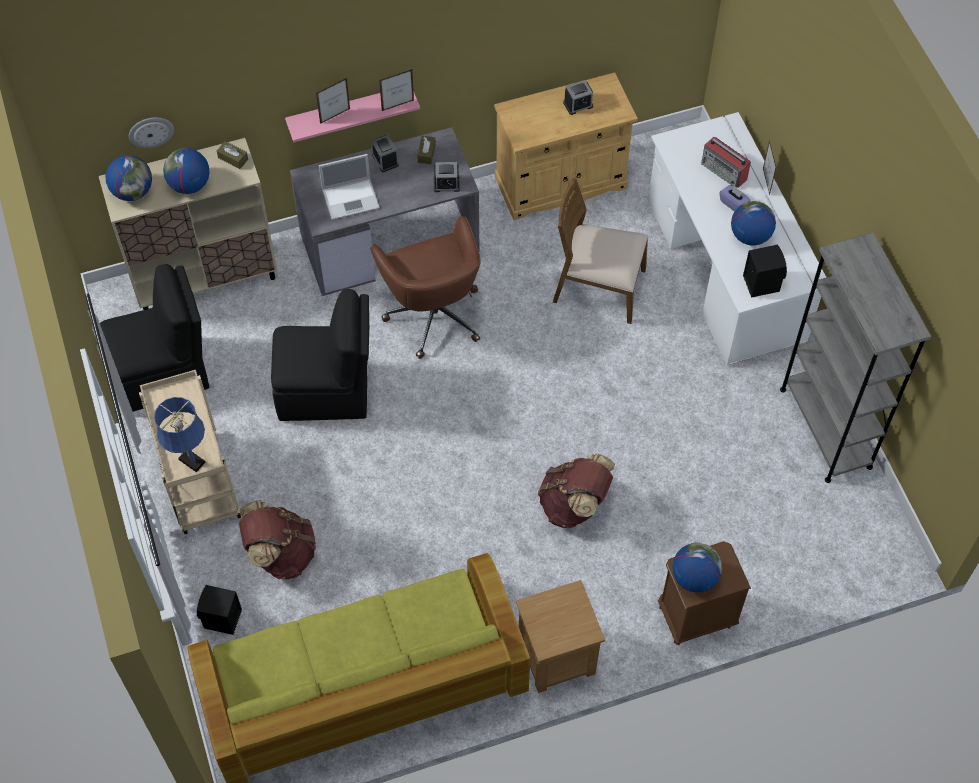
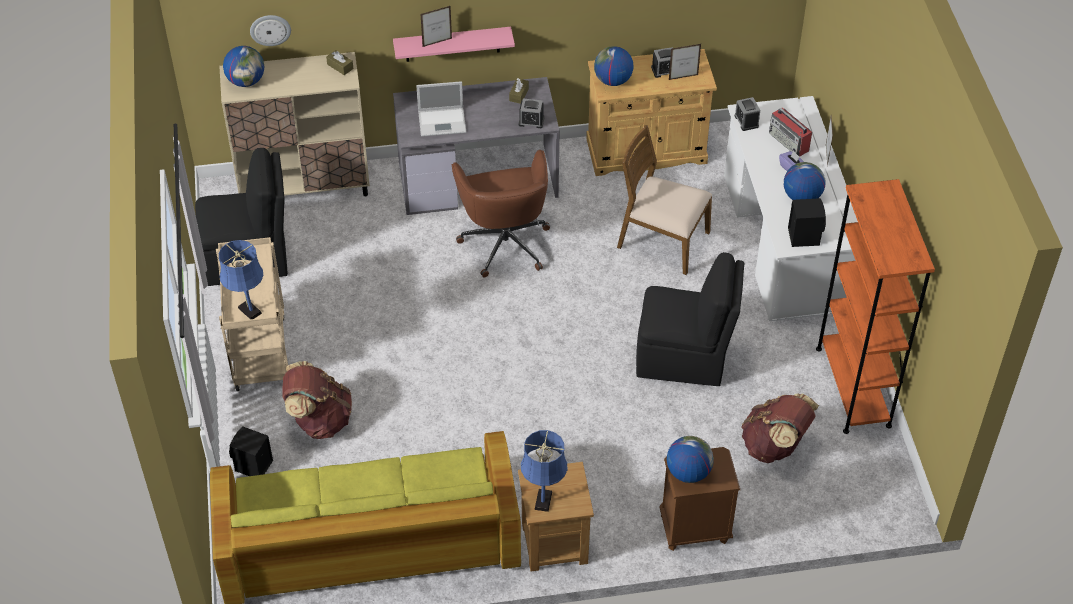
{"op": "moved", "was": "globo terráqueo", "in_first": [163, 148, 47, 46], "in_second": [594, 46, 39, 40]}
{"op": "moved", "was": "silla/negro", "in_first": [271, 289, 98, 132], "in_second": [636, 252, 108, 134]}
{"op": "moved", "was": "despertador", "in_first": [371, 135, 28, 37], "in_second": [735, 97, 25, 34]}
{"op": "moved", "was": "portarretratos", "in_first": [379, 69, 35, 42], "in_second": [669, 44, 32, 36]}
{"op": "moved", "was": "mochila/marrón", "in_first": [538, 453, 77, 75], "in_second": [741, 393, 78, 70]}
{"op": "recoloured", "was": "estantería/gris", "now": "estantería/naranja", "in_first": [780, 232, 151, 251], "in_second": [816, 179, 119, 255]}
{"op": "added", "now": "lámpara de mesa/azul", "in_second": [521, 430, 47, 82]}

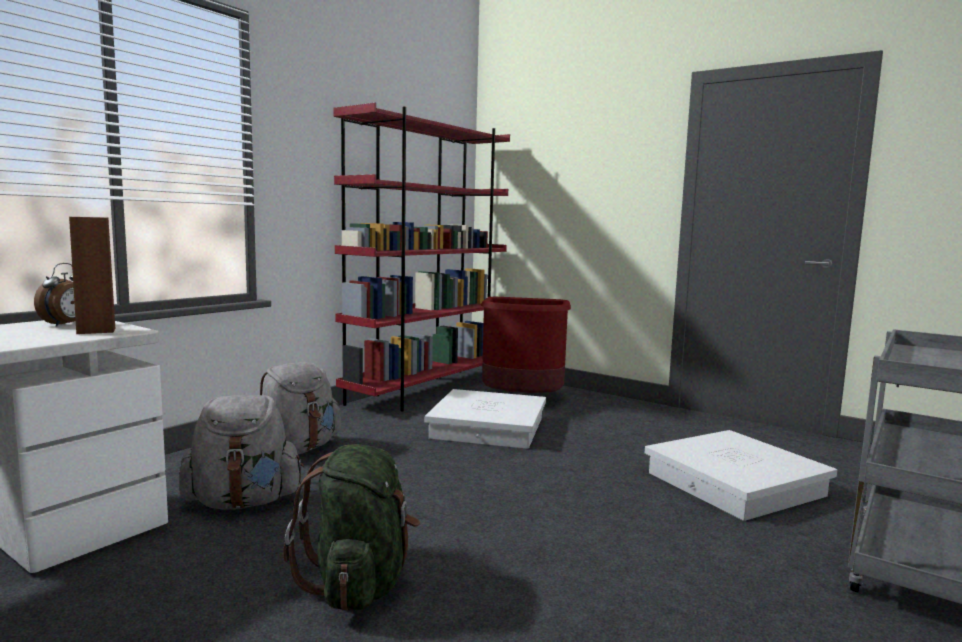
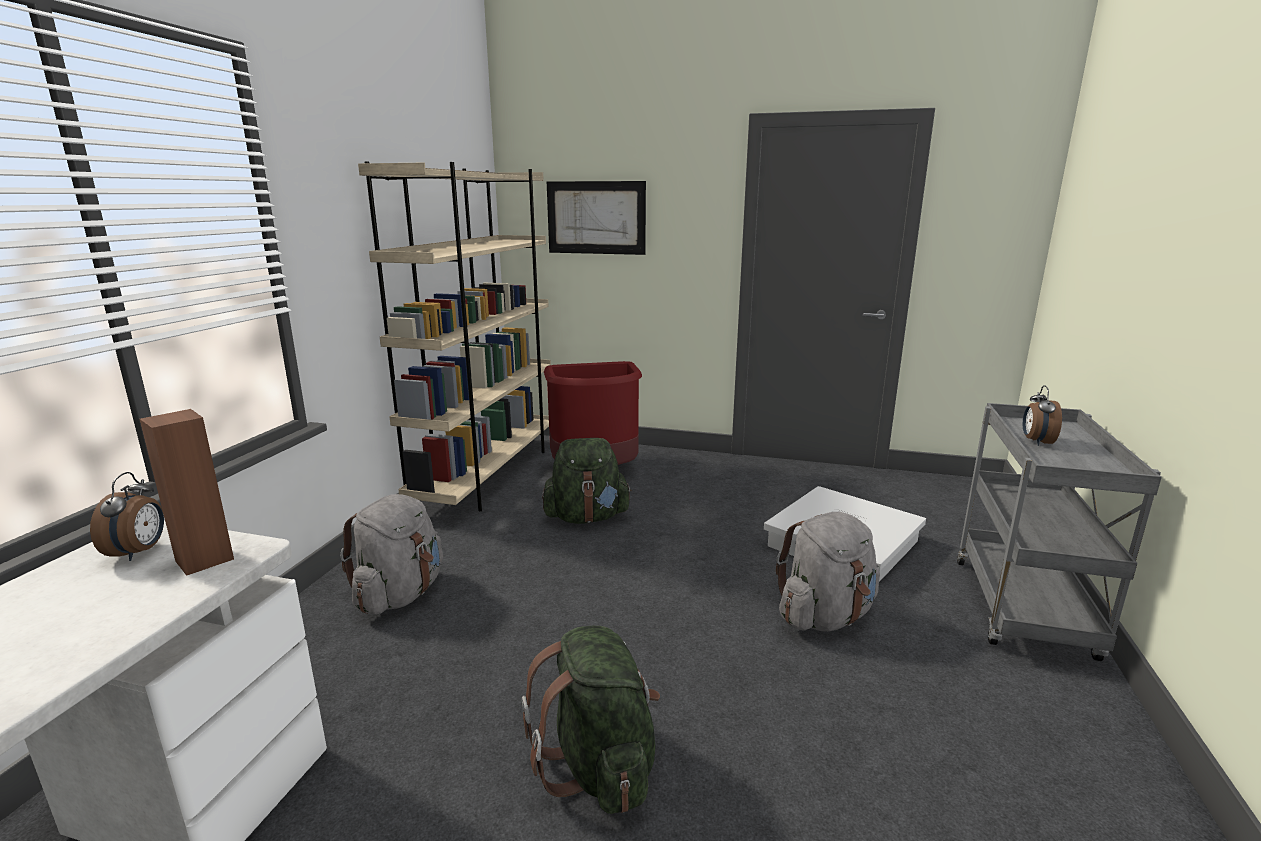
{"op": "moved", "was": "mochila/gris", "in_first": [179, 395, 125, 115], "in_second": [776, 512, 104, 120]}
{"op": "recoloured", "was": "estantería/rojo", "now": "estantería/beis", "in_first": [333, 103, 177, 308], "in_second": [358, 161, 193, 350]}
{"op": "replaced", "was": "caja de almacenaje/blanco", "now": "mochila/verde", "in_first": [425, 389, 121, 60], "in_second": [542, 438, 90, 86]}
{"op": "added", "now": "cuadro", "in_second": [547, 181, 99, 74]}
{"op": "added", "now": "despertador", "in_second": [1023, 385, 39, 61]}

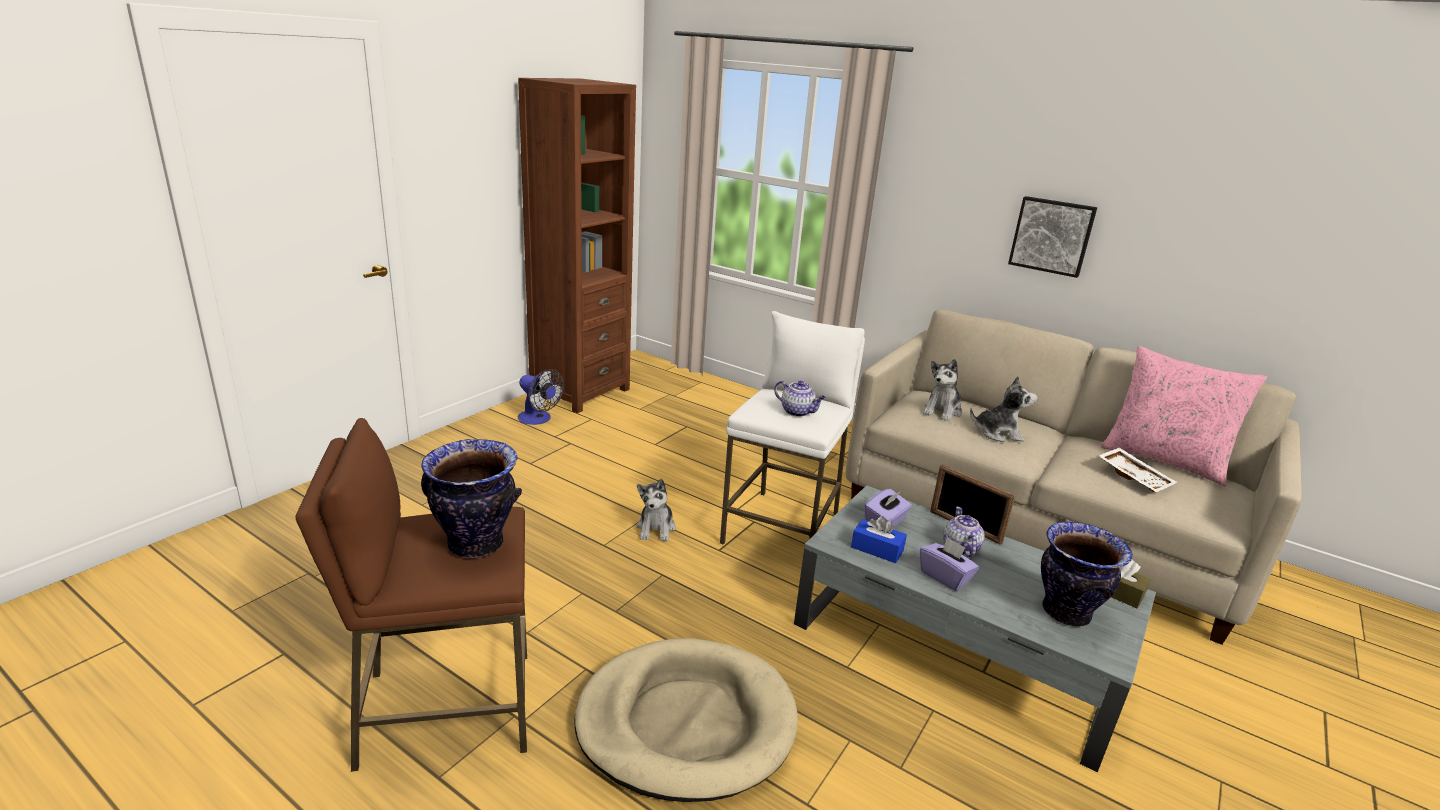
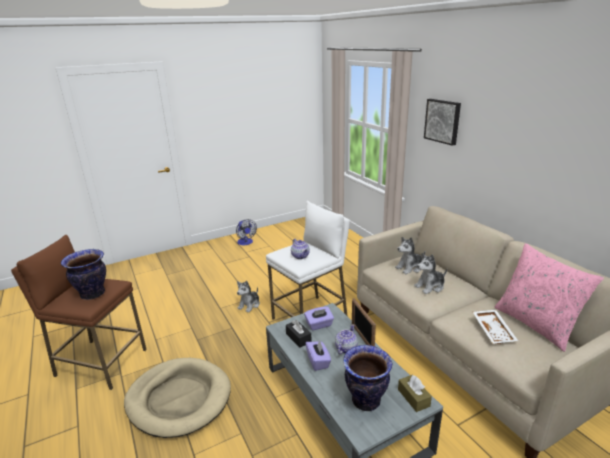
{"op": "removed", "was": "estantería/marrón", "in_first": [518, 78, 118, 335]}
{"op": "recoloured", "was": "caja de pañuelos/azul", "now": "caja de pañuelos/negro", "in_first": [851, 516, 56, 47], "in_second": [286, 320, 26, 27]}
{"op": "turned", "was": "peluche", "in_first": [970, 376, 68, 66], "in_second": [414, 253, 33, 41], "clockwise": 120}
{"op": "moved", "was": "cuadro", "in_first": [1008, 196, 89, 82], "in_second": [424, 99, 37, 47]}

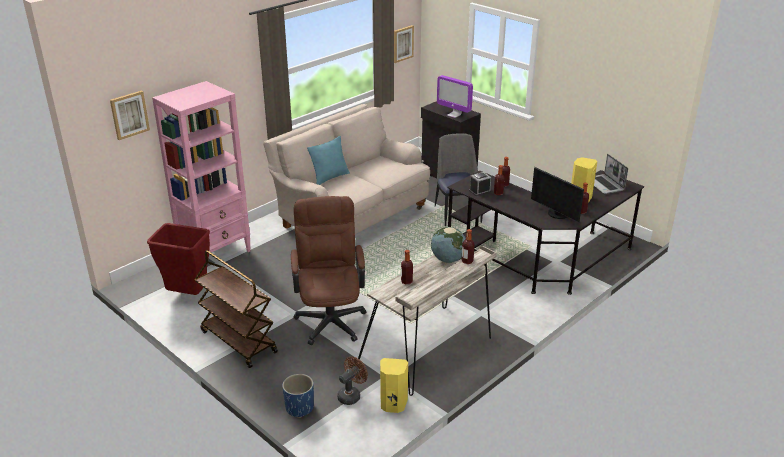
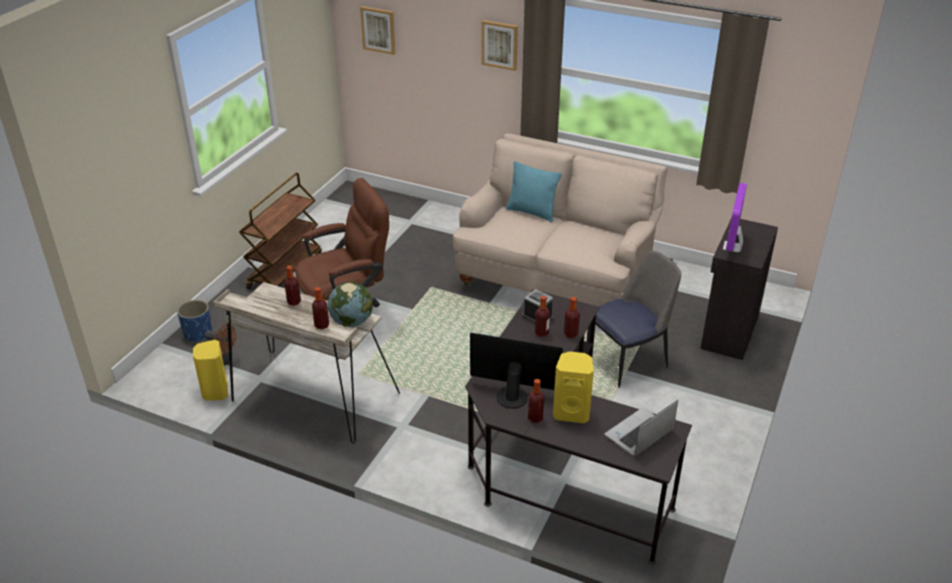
{"op": "removed", "was": "papelera/rojo", "in_first": [147, 223, 63, 72]}
{"op": "removed", "was": "estantería/rosa", "in_first": [152, 81, 99, 171]}
{"op": "moved", "was": "cuadro", "in_first": [394, 25, 20, 38], "in_second": [481, 20, 37, 51]}
{"op": "turned", "was": "monitor", "in_first": [531, 167, 53, 55], "in_second": [470, 333, 93, 75], "clockwise": 75}

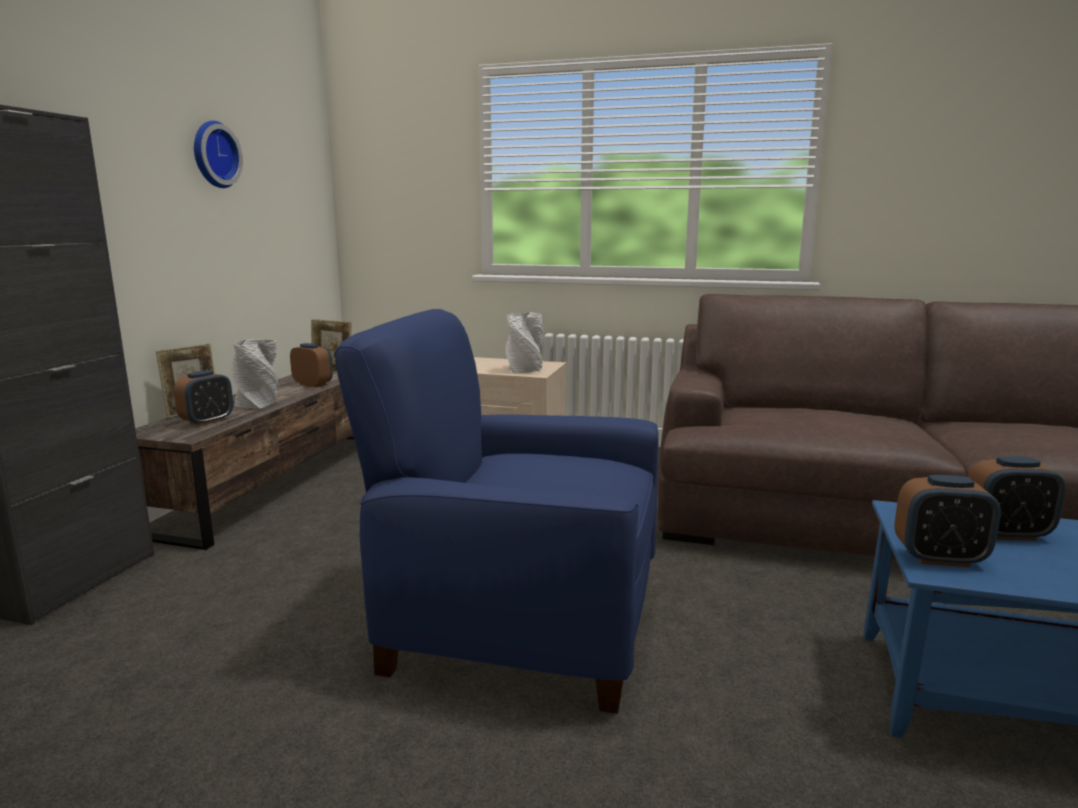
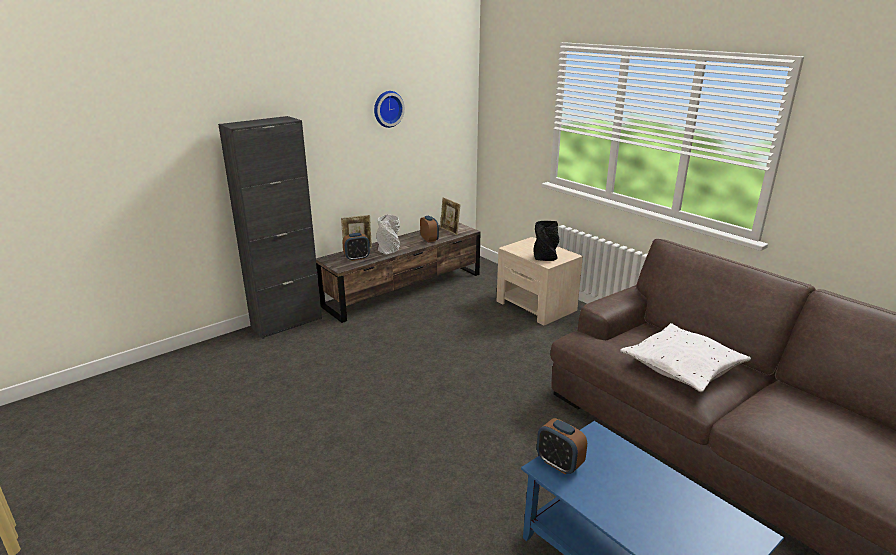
{"op": "removed", "was": "sillón/azul", "in_first": [334, 309, 325, 405]}
{"op": "recoloured", "was": "florero/blanco", "now": "florero/negro", "in_first": [506, 313, 37, 60], "in_second": [534, 221, 25, 40]}
{"op": "removed", "was": "despertador", "in_first": [968, 456, 98, 85]}
{"op": "added", "now": "cojín/blanco", "in_second": [620, 323, 131, 69]}

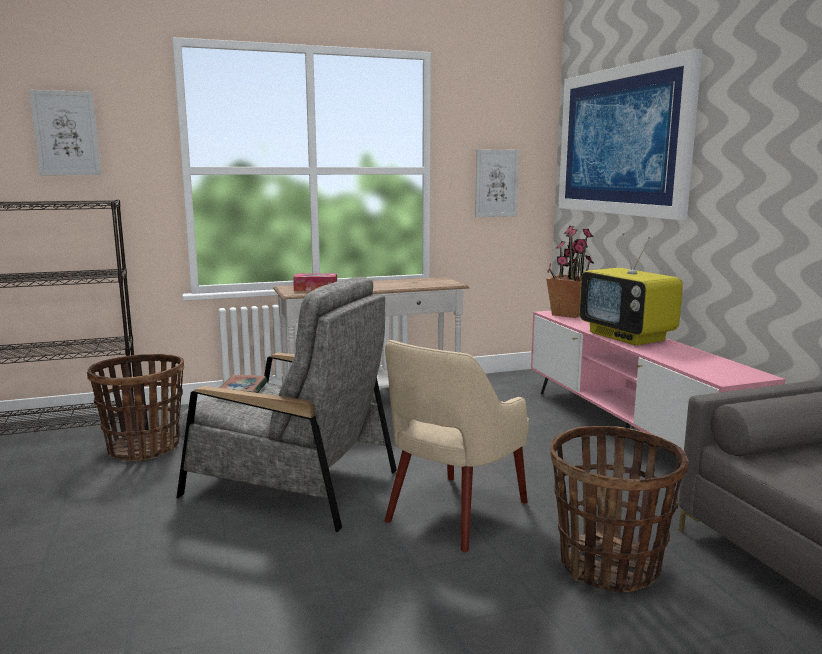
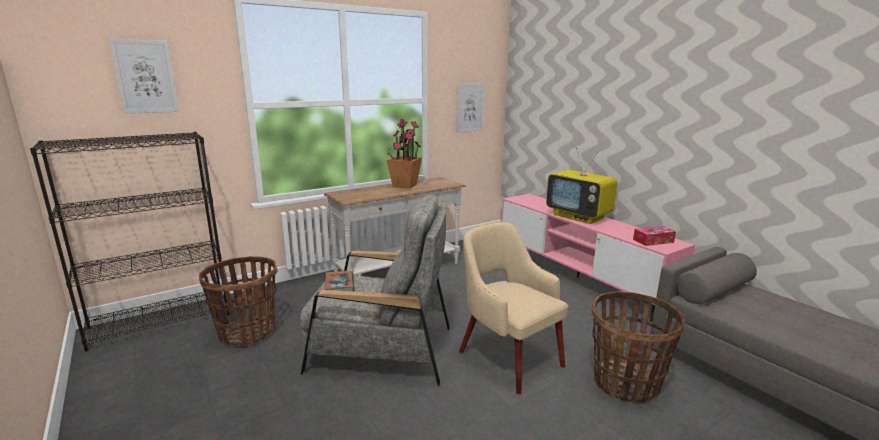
{"op": "moved", "was": "caja de pañuelos", "in_first": [293, 273, 44, 18], "in_second": [633, 226, 43, 20]}
{"op": "turned", "was": "sillón/beis", "in_first": [385, 340, 144, 212], "in_second": [459, 222, 109, 172], "clockwise": 120}
{"op": "moved", "was": "planta en maceta", "in_first": [546, 226, 49, 92], "in_second": [387, 119, 35, 70]}
{"op": "removed", "was": "cuadro", "in_first": [558, 49, 144, 171]}

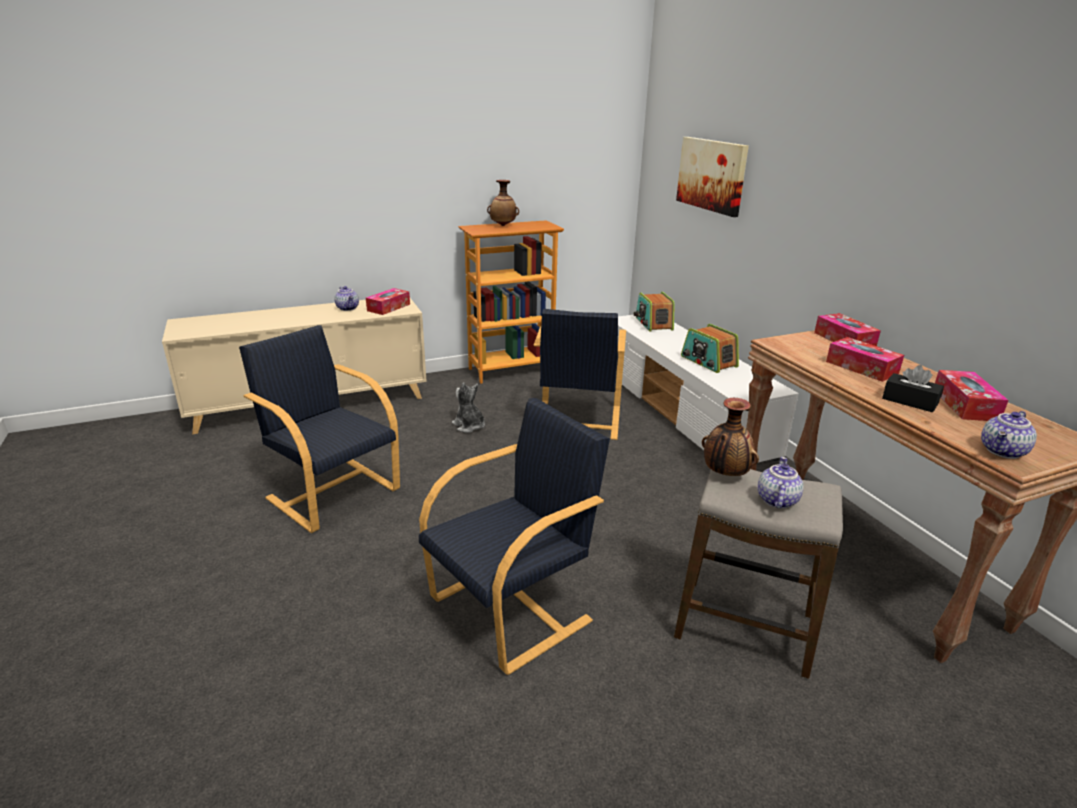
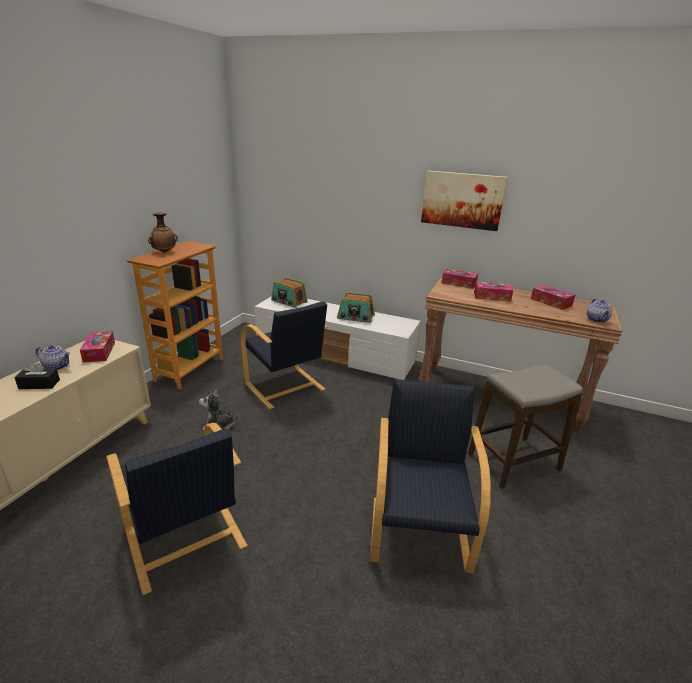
{"op": "turned", "was": "sillón/negro", "in_first": [239, 325, 161, 208], "in_second": [106, 423, 141, 172], "clockwise": -120}
{"op": "moved", "was": "cuadro", "in_first": [676, 137, 73, 80], "in_second": [421, 171, 87, 60]}
{"op": "removed", "was": "florero", "in_first": [702, 398, 57, 78]}
{"op": "removed", "was": "tetera", "in_first": [758, 457, 46, 51]}
{"op": "moved", "was": "caja de pañuelos/negro", "in_first": [882, 365, 62, 47], "in_second": [14, 361, 46, 28]}

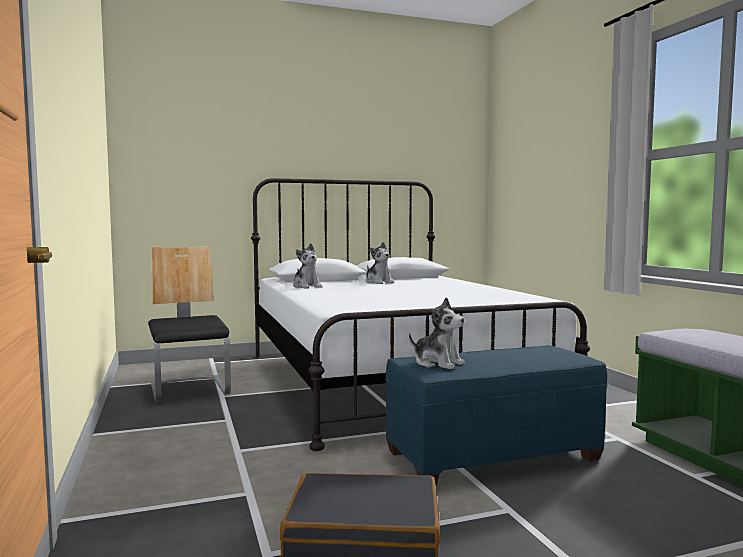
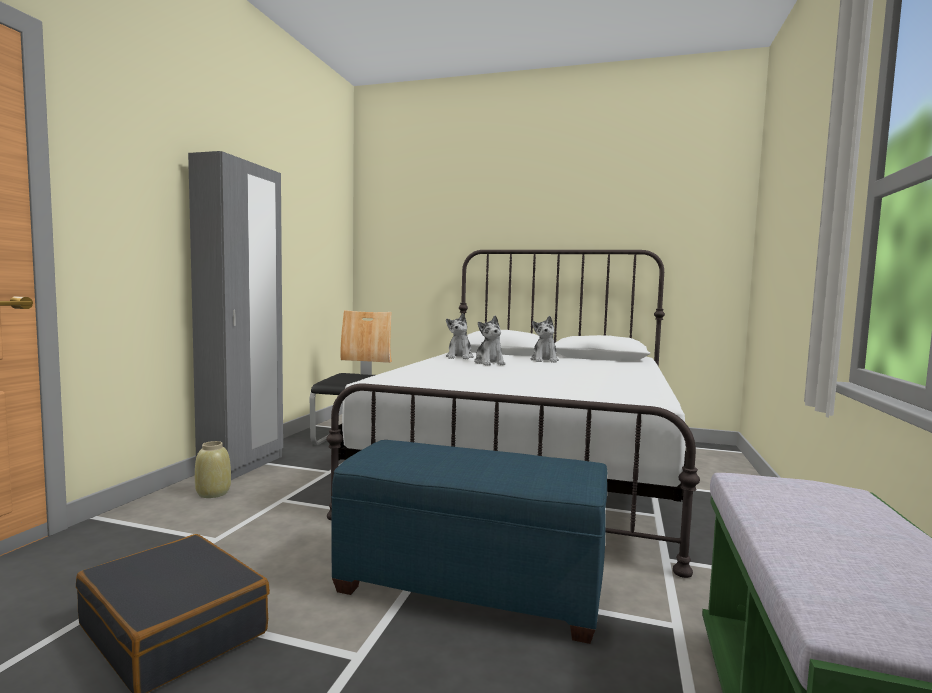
{"op": "moved", "was": "peluche", "in_first": [409, 297, 57, 72], "in_second": [474, 316, 32, 49]}
{"op": "added", "now": "armario ropero/gris", "in_second": [188, 151, 95, 329]}
{"op": "added", "now": "florero/beis", "in_second": [195, 441, 36, 57]}

